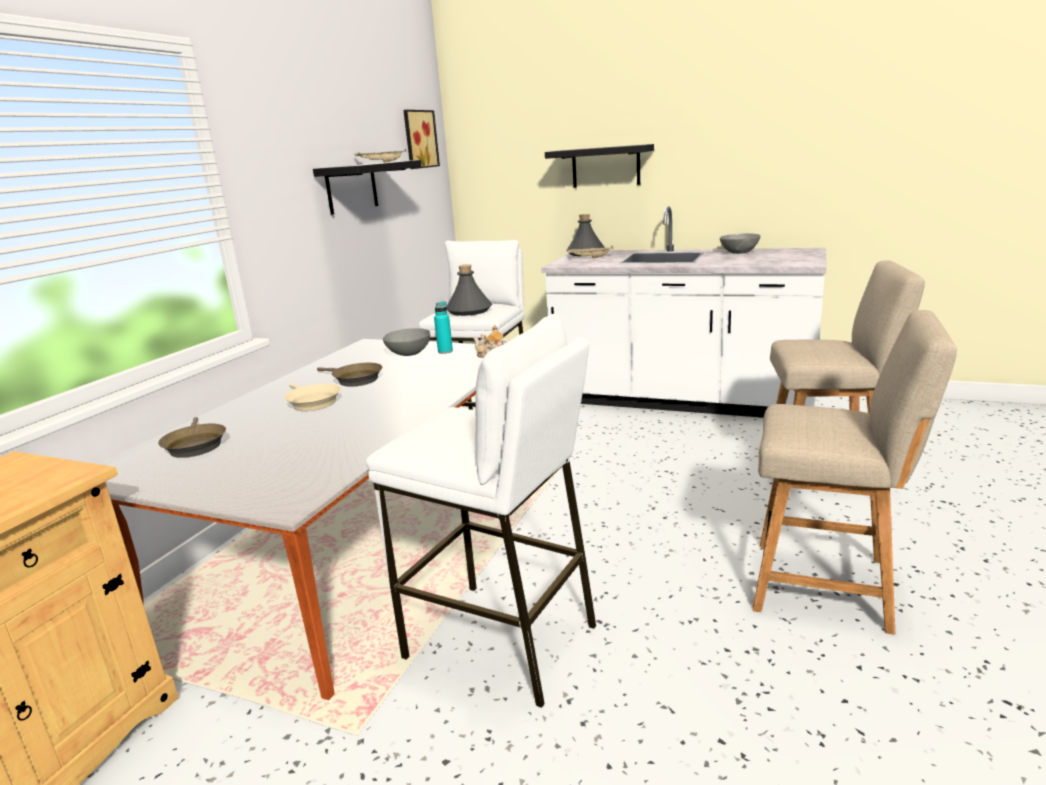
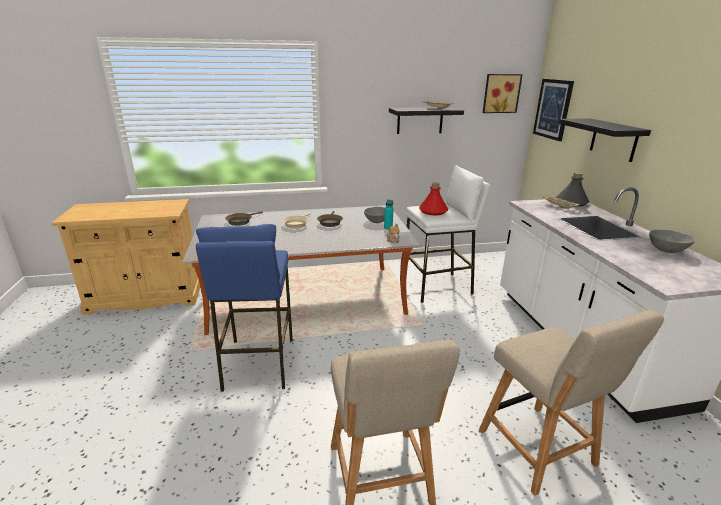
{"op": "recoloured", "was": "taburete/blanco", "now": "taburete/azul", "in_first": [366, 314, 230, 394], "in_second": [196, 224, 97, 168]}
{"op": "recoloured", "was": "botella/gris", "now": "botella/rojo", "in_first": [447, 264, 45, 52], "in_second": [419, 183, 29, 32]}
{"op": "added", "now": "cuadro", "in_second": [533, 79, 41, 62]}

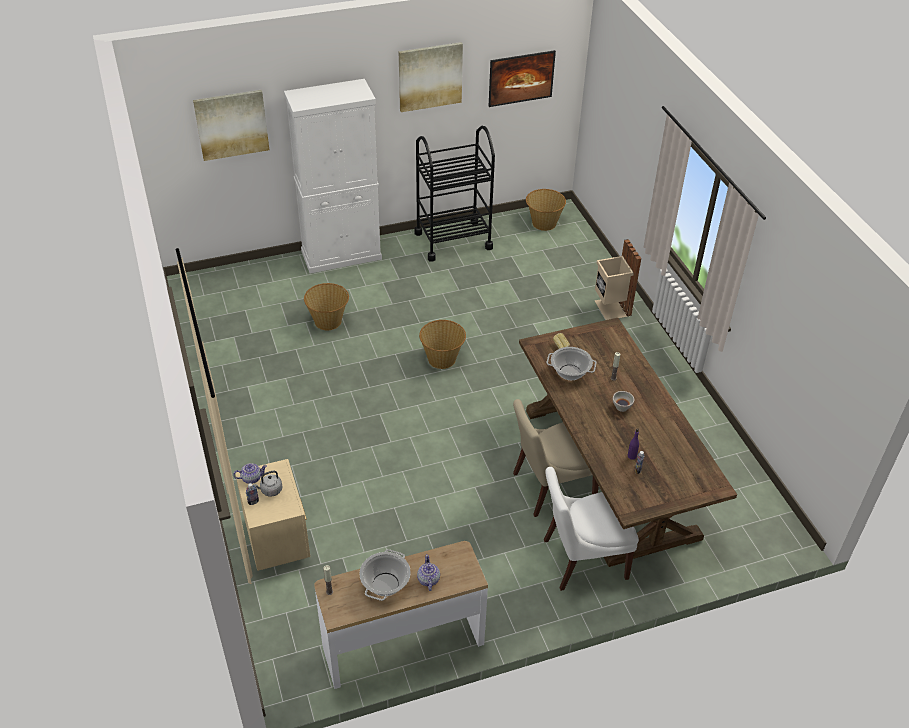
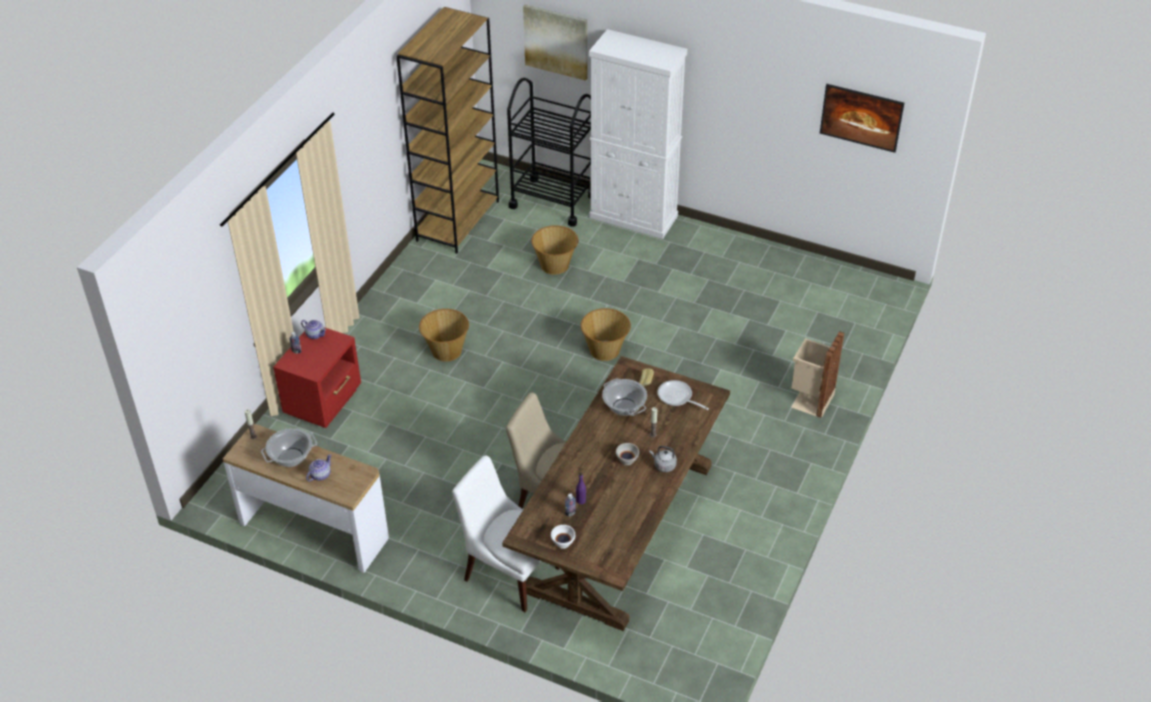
{"op": "recoloured", "was": "mesita de noche/beis", "now": "mesita de noche/rojo", "in_first": [235, 459, 75, 112], "in_second": [273, 327, 88, 101]}
{"op": "moved", "was": "hervidor/gris", "in_first": [253, 471, 30, 26], "in_second": [649, 446, 28, 26]}
{"op": "removed", "was": "cuadro", "in_first": [399, 42, 64, 70]}
{"op": "moved", "was": "carrito/negro", "in_first": [415, 126, 80, 136], "in_second": [507, 78, 84, 149]}
{"op": "moved", "was": "cesta", "in_first": [526, 189, 40, 42], "in_second": [419, 309, 50, 52]}
{"op": "added", "now": "estantería/marrón", "in_second": [396, 7, 103, 247]}
{"op": "added", "now": "cuenco/blanco", "in_second": [551, 525, 24, 24]}
{"op": "added", "now": "sartén", "in_second": [657, 380, 52, 30]}

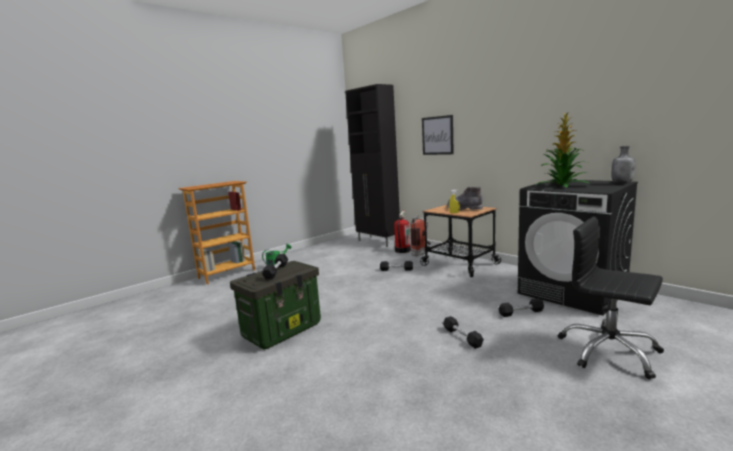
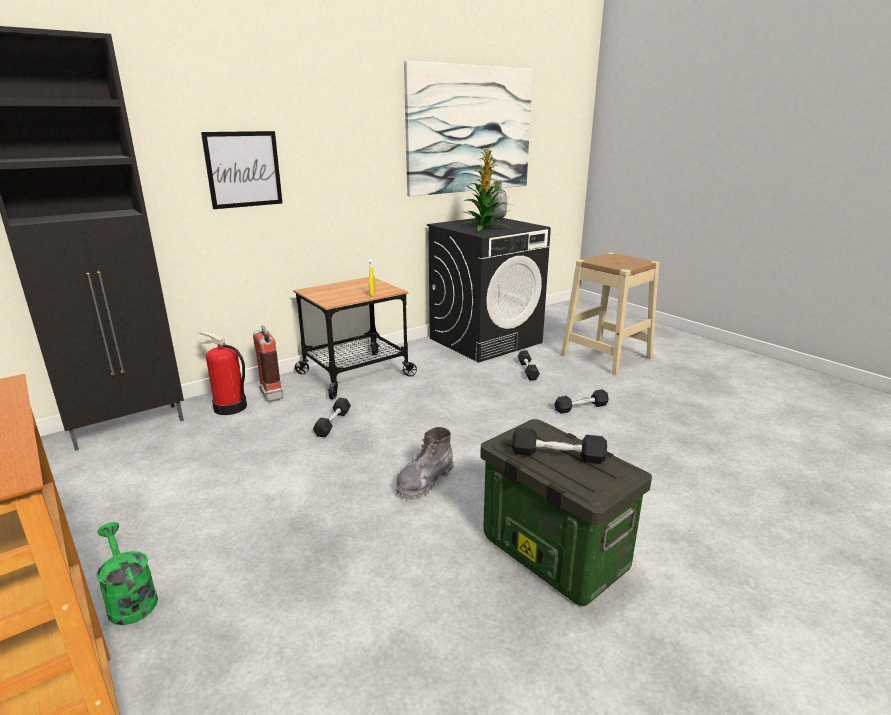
{"op": "moved", "was": "bota/gris", "in_first": [447, 187, 36, 24], "in_second": [396, 427, 58, 72]}
{"op": "replaced", "was": "silla de oficina/negro", "now": "taburete/beis", "in_first": [558, 216, 106, 163], "in_second": [561, 253, 98, 123]}
{"op": "added", "now": "cuadro", "in_second": [404, 60, 129, 136]}

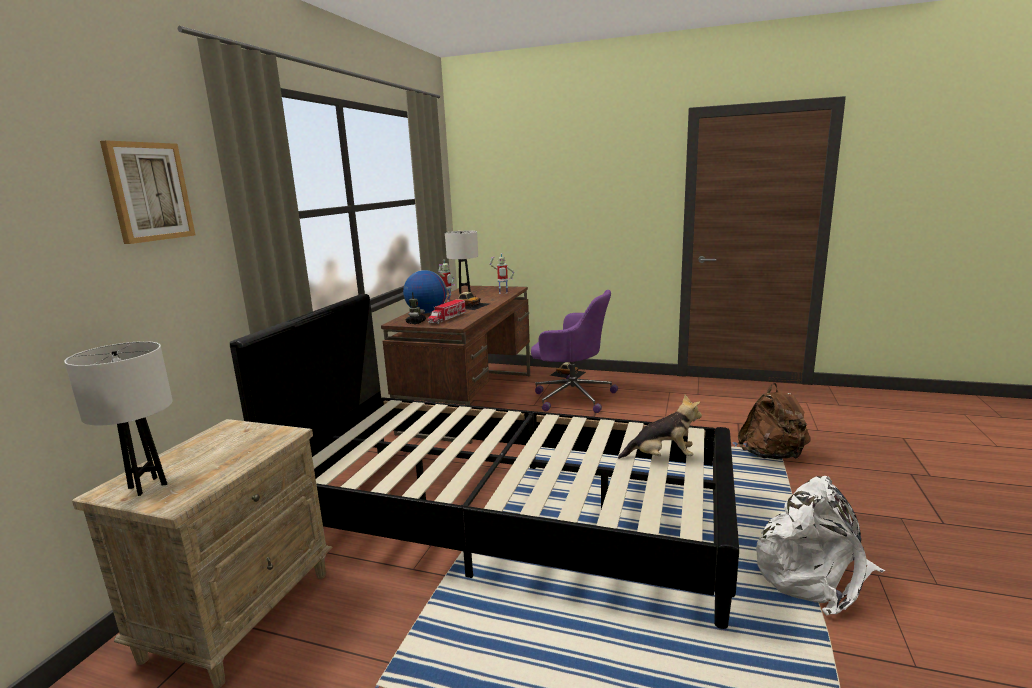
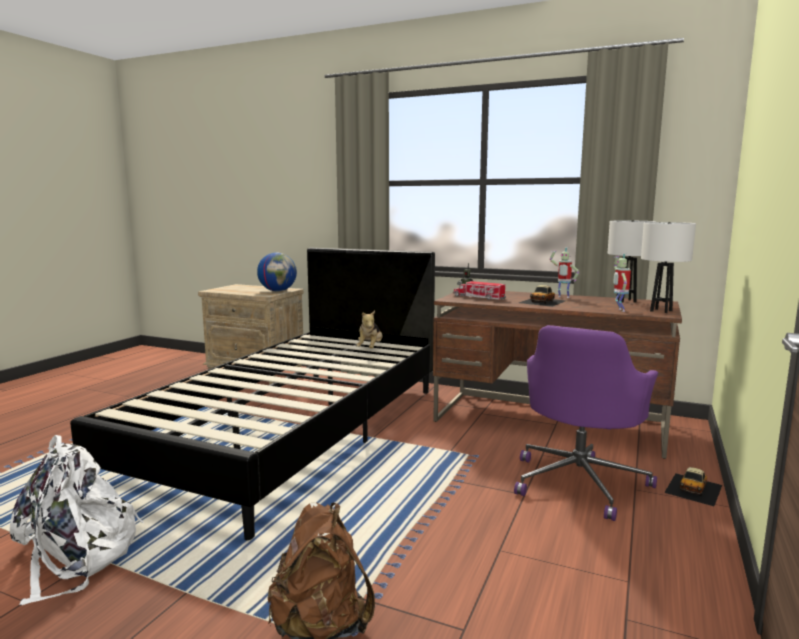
{"op": "moved", "was": "lámpara de mesa/blanco", "in_first": [64, 341, 109, 155], "in_second": [641, 222, 55, 91]}
{"op": "removed", "was": "cuadro", "in_first": [100, 140, 95, 104]}
{"op": "moved", "was": "globo terráqueo", "in_first": [403, 270, 44, 43], "in_second": [257, 253, 40, 38]}
{"op": "moved", "was": "peluche", "in_first": [618, 395, 84, 64], "in_second": [356, 311, 27, 37]}

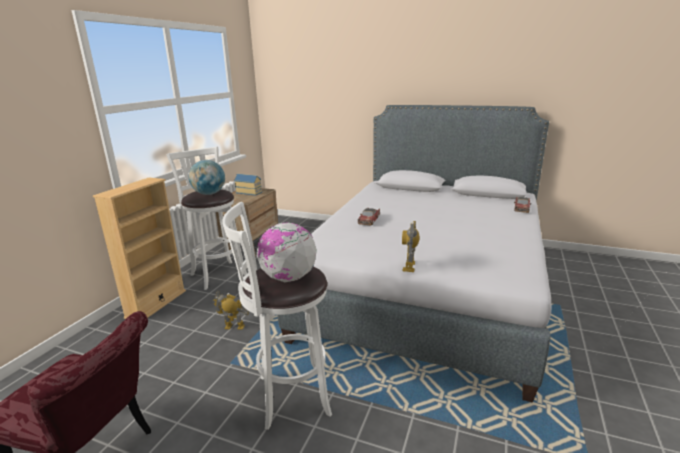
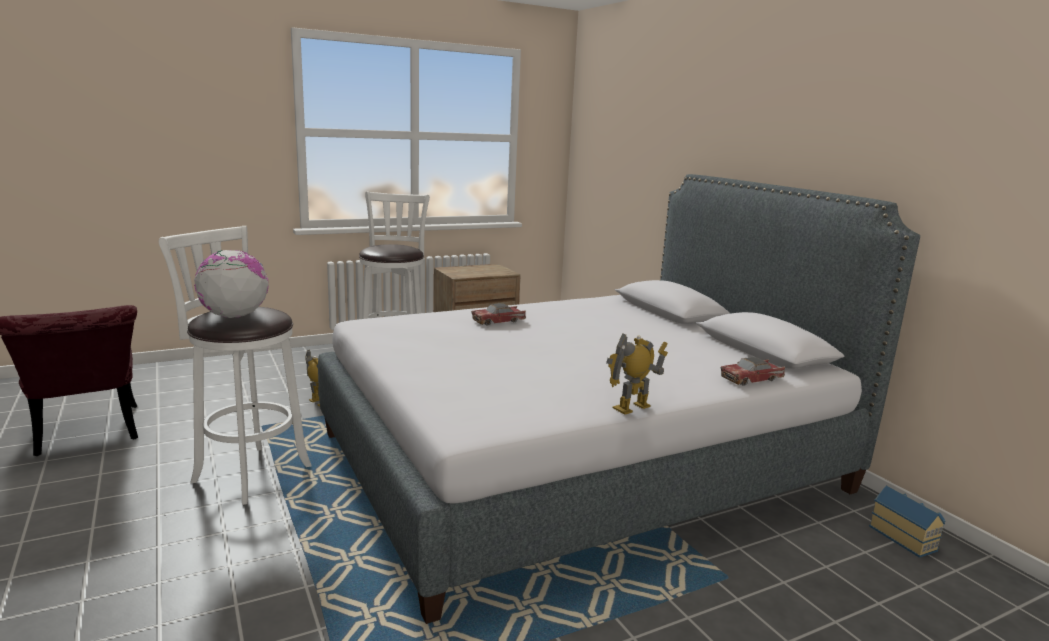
{"op": "removed", "was": "estantería/beis", "in_first": [93, 177, 93, 142]}
{"op": "removed", "was": "globo terráqueo", "in_first": [189, 160, 36, 35]}
{"op": "moved", "was": "casita", "in_first": [234, 174, 28, 22], "in_second": [869, 485, 77, 73]}
{"op": "moved", "was": "robot de juguete", "in_first": [402, 221, 18, 51], "in_second": [606, 333, 62, 81]}

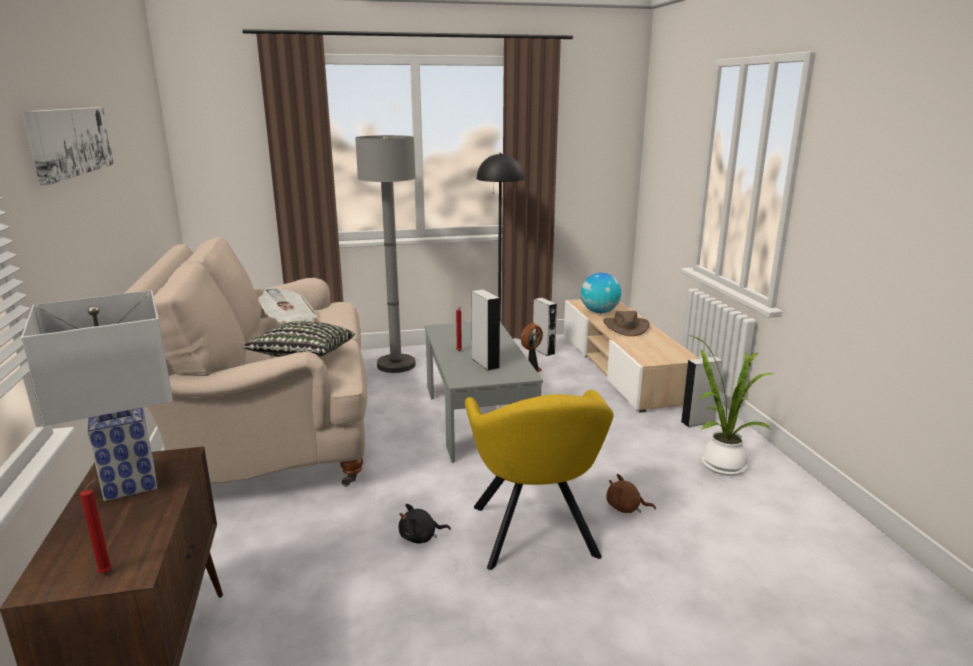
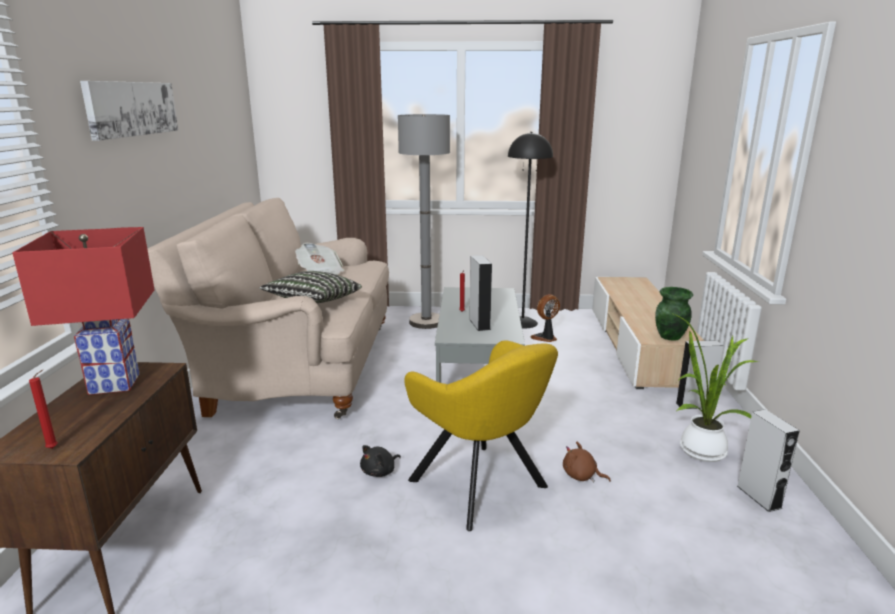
{"op": "recoloured", "was": "lámpara de mesa/blanco", "now": "lámpara de mesa/rojo", "in_first": [21, 290, 152, 211], "in_second": [13, 227, 142, 168]}
{"op": "turned", "was": "peluche/negro", "in_first": [399, 504, 52, 40], "in_second": [360, 445, 41, 32], "clockwise": -45}
{"op": "turned", "was": "sillón/amarillo", "in_first": [465, 389, 149, 181], "in_second": [404, 340, 154, 191], "clockwise": -45}
{"op": "moved", "was": "altavoz/gris", "in_first": [533, 298, 24, 58], "in_second": [737, 409, 63, 103]}
{"op": "removed", "was": "globo terráqueo", "in_first": [581, 273, 40, 40]}
{"op": "removed", "was": "sombrero/marrón", "in_first": [603, 311, 47, 25]}
{"op": "added", "now": "florero/verde", "in_second": [655, 287, 38, 54]}

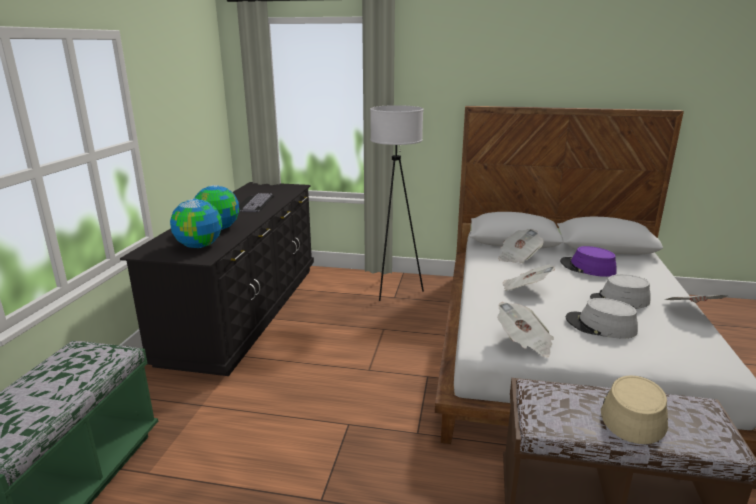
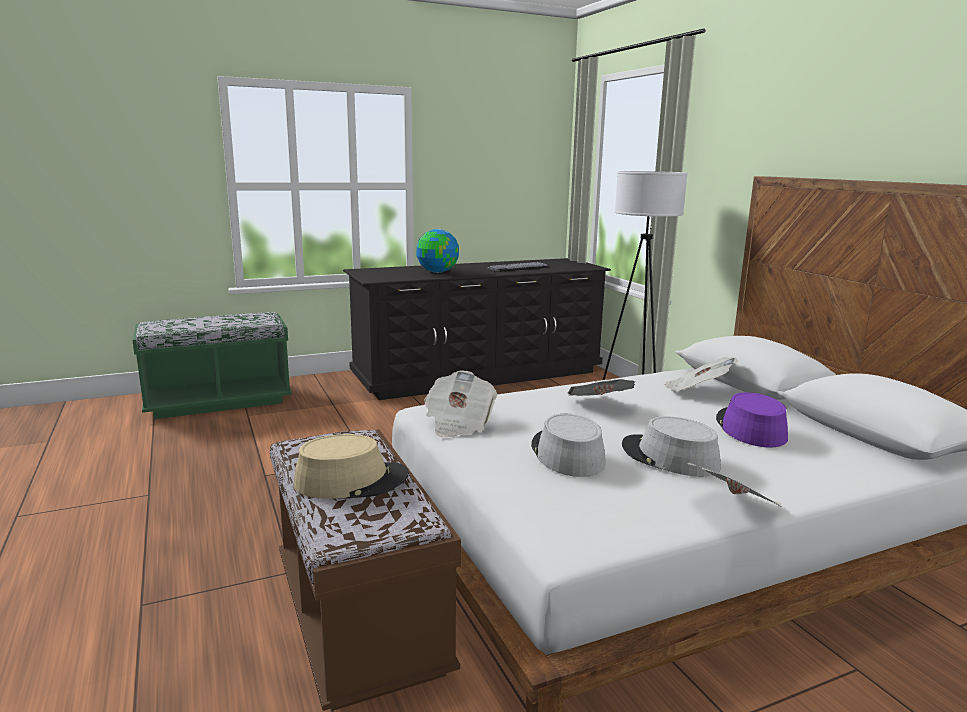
{"op": "removed", "was": "globo terráqueo", "in_first": [170, 199, 52, 49]}

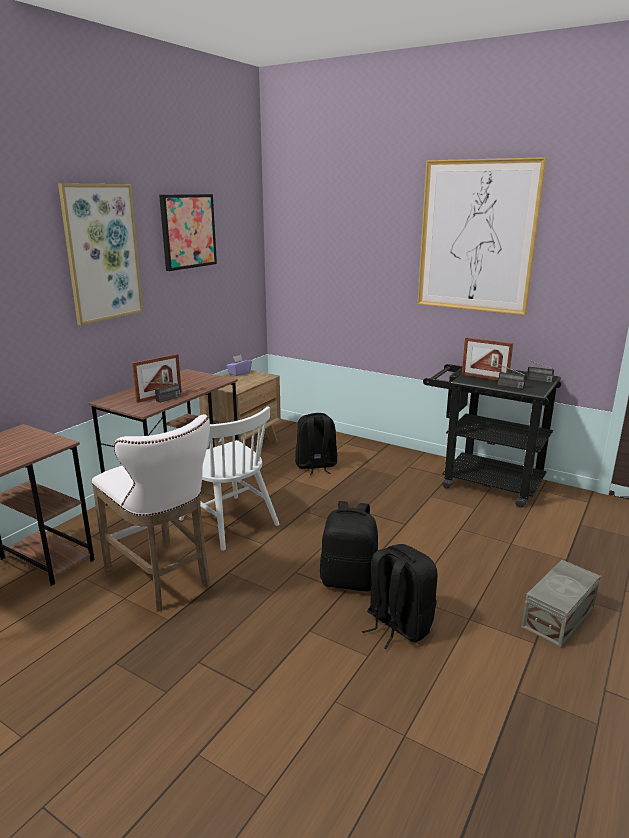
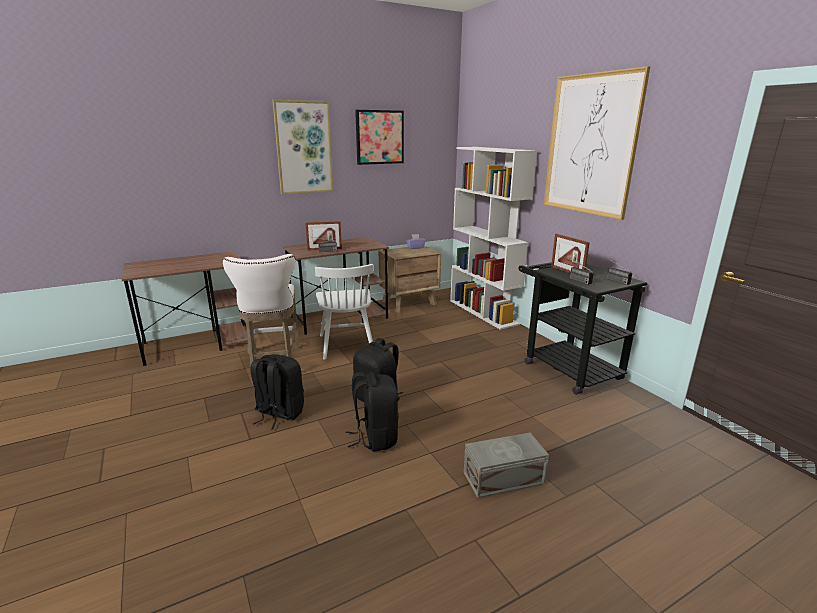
{"op": "moved", "was": "mochila/negro", "in_first": [295, 413, 42, 62], "in_second": [250, 354, 54, 75]}
{"op": "added", "now": "estantería/blanco", "in_second": [450, 147, 87, 183]}

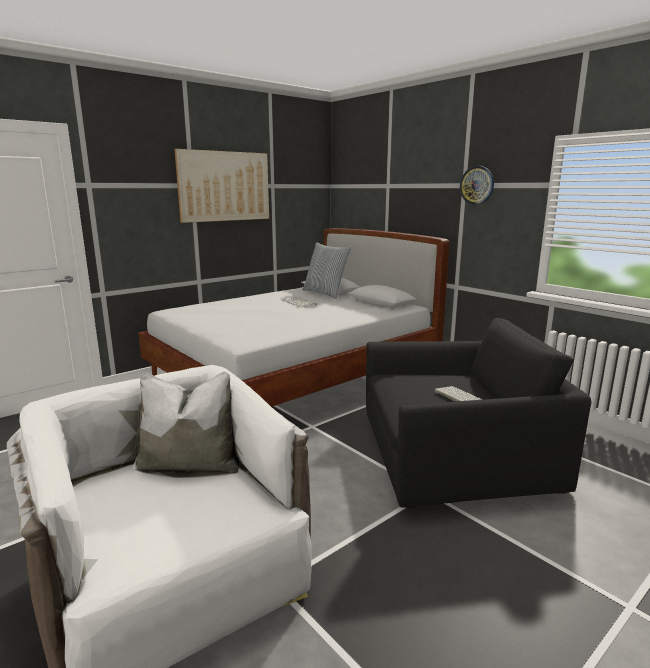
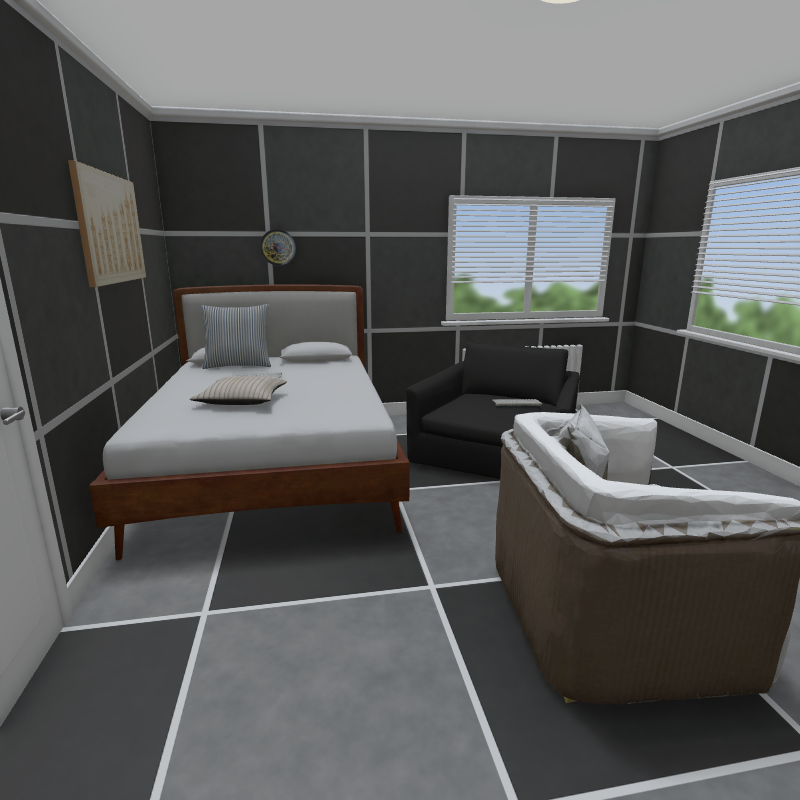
{"op": "moved", "was": "reloj de pared", "in_first": [460, 166, 34, 39], "in_second": [260, 229, 36, 37]}
{"op": "added", "now": "cojín/beis", "in_second": [190, 376, 97, 29]}

